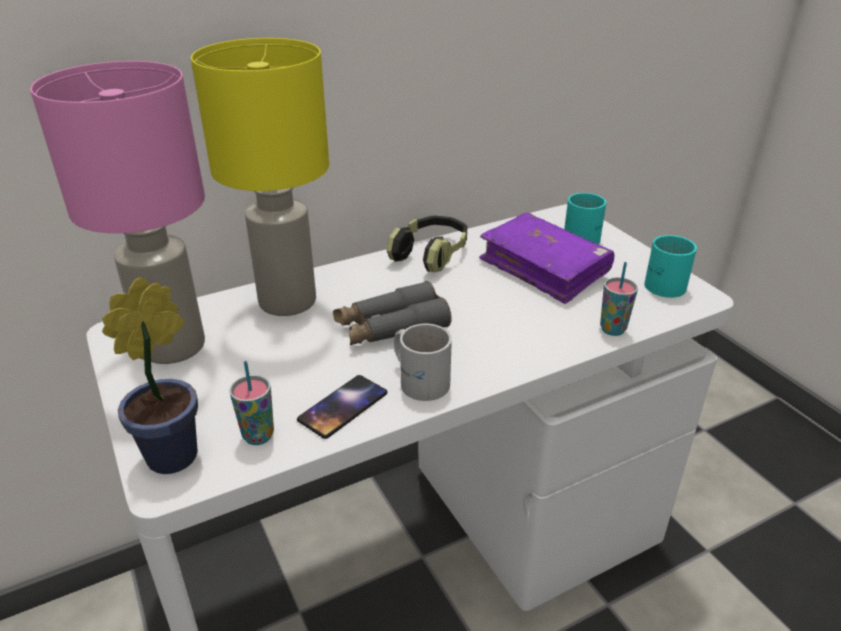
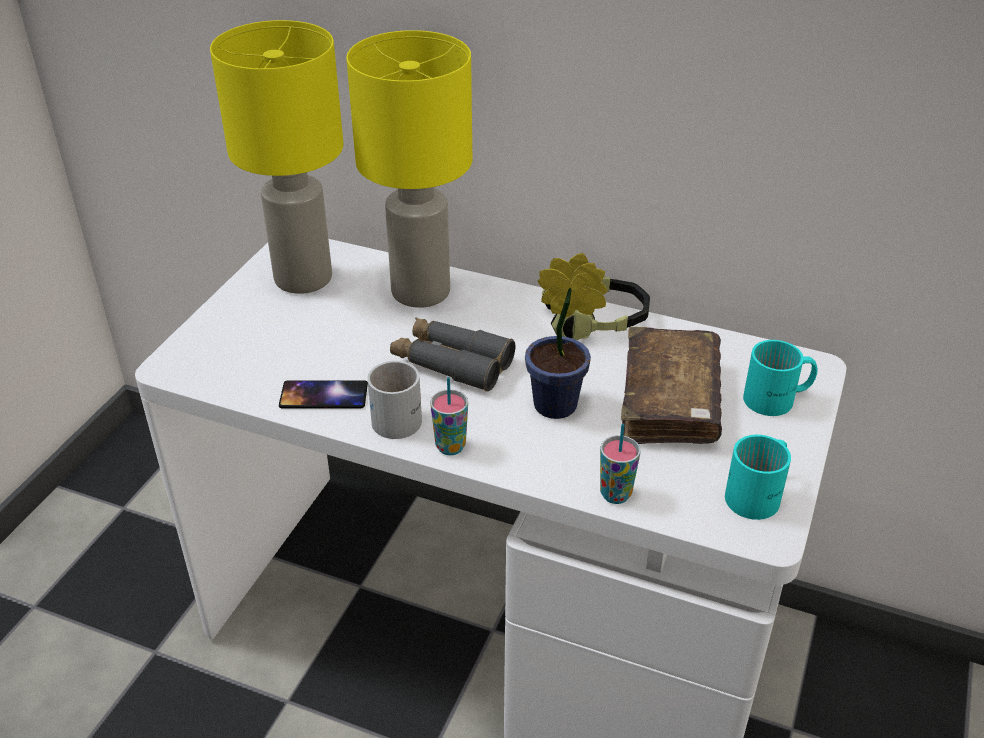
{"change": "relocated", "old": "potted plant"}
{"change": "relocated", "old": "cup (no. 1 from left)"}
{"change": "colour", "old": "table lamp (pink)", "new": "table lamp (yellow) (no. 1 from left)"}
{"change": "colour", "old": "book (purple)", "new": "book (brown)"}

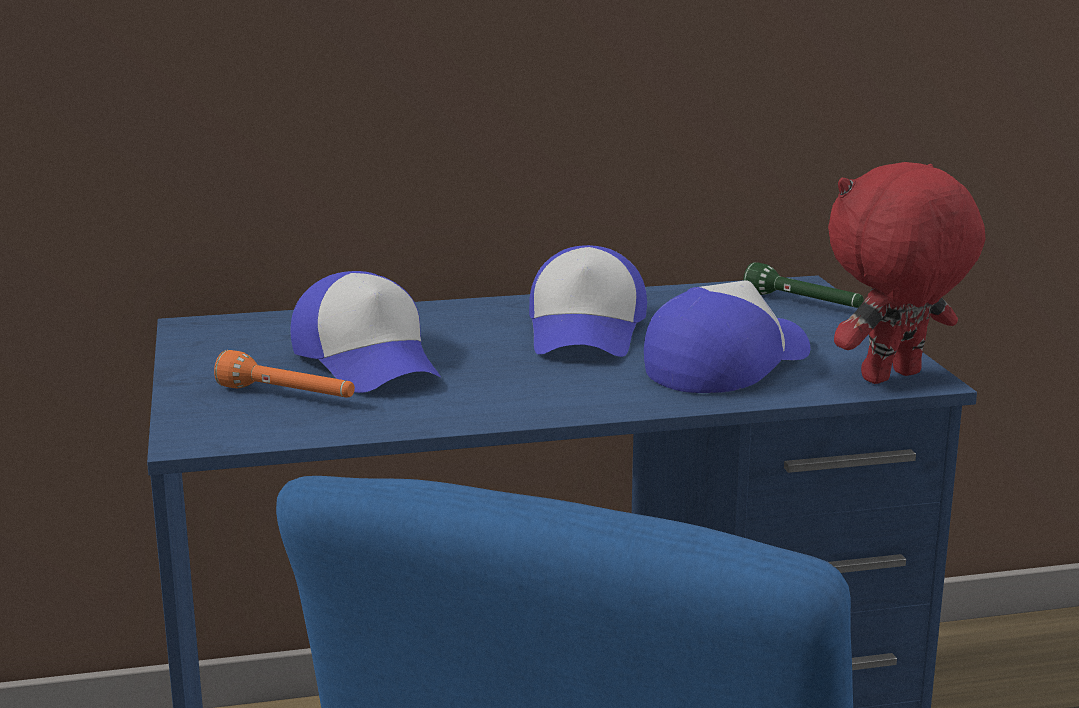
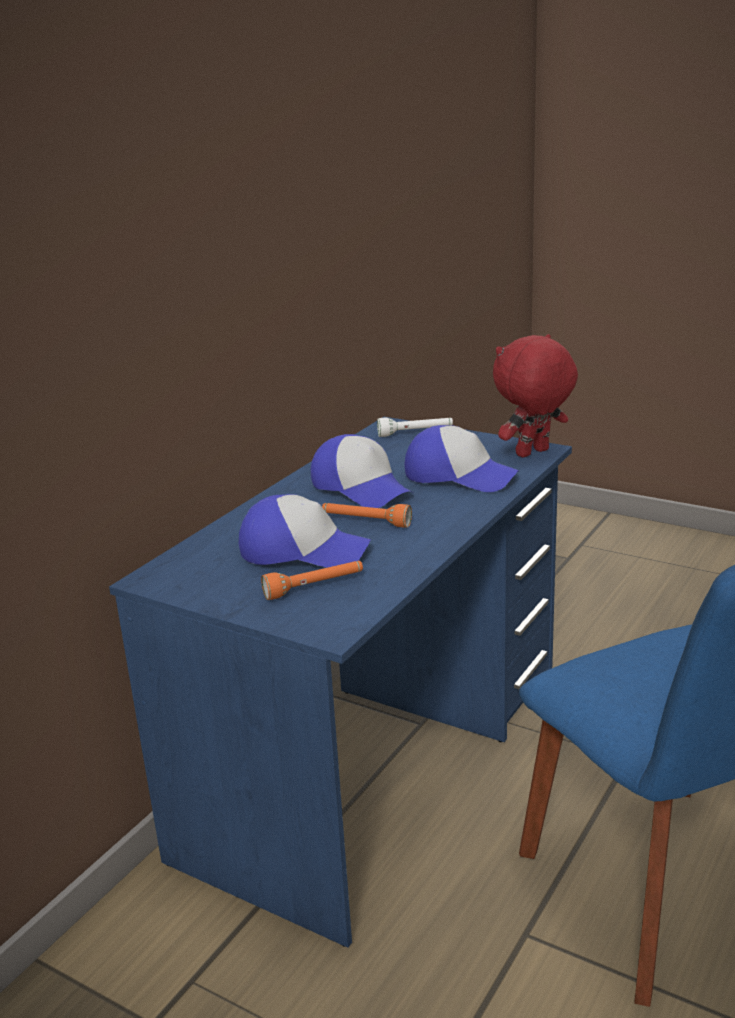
{"change": "appeared", "new": "flashlight (orange) (no. 2 from left)"}
{"change": "colour", "old": "flashlight (green)", "new": "flashlight (white)"}
{"change": "spun", "old": "cap (no. 3 from left)", "degrees": 120}
{"change": "spun", "old": "plush toy (red)", "degrees": 45}

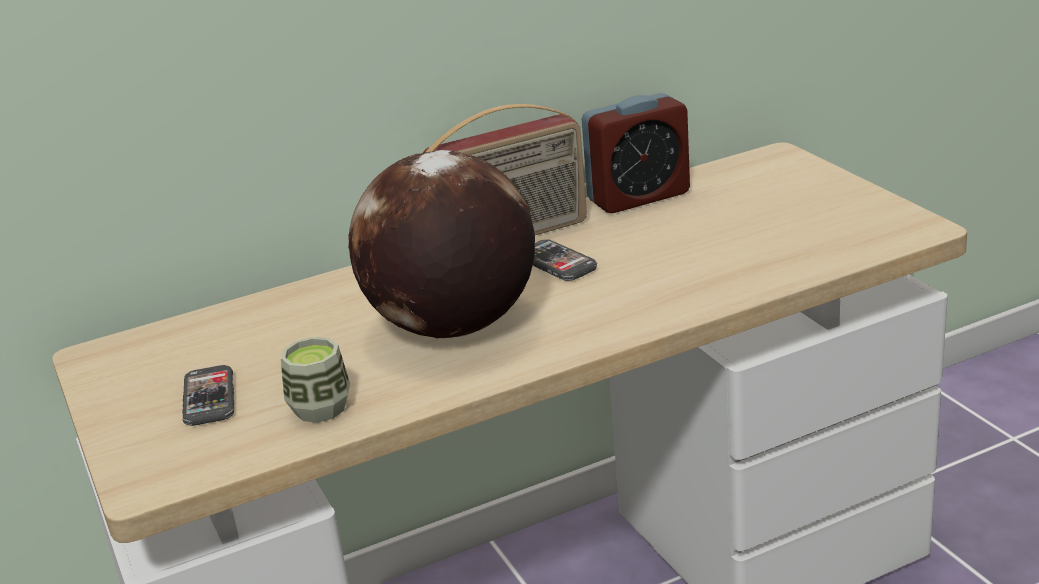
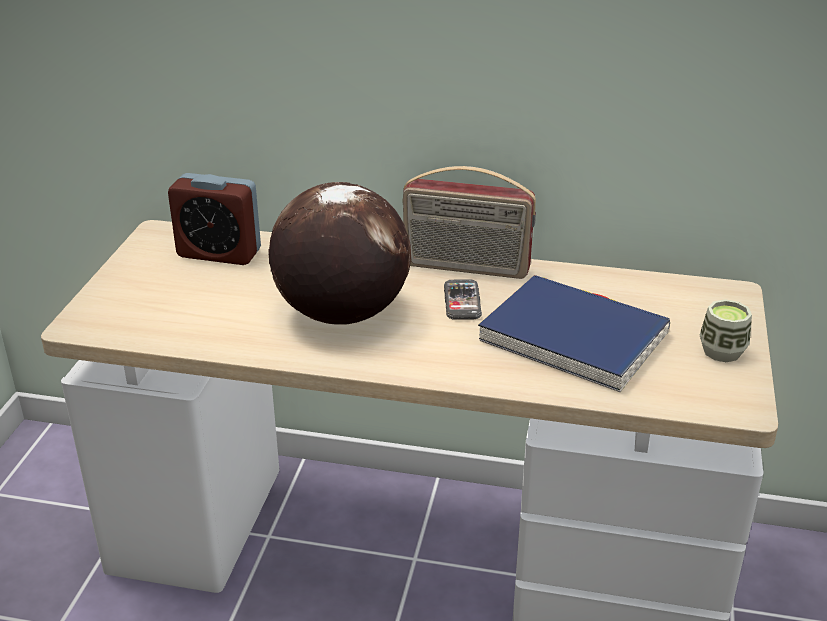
{"change": "missing", "old": "phone (no. 1 from left)"}
{"change": "appeared", "new": "book (blue)"}
{"change": "relocated", "old": "cup"}
{"change": "relocated", "old": "alarm clock"}

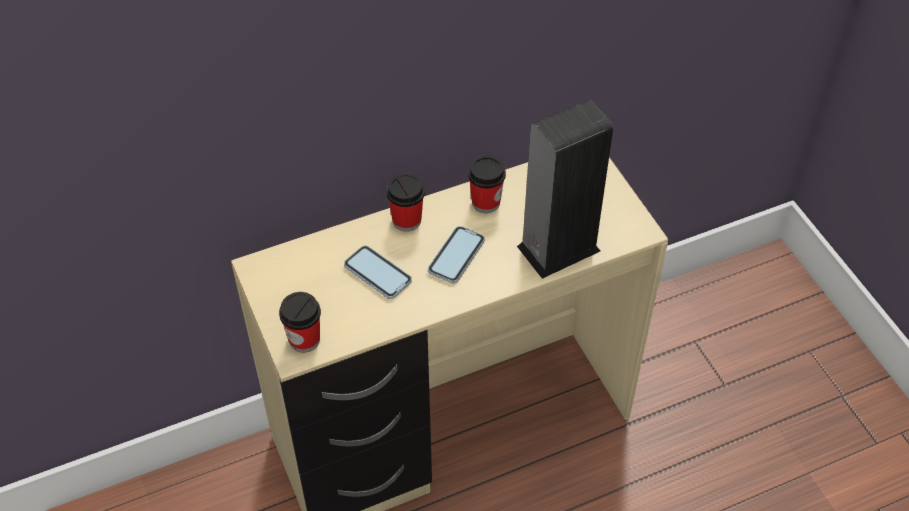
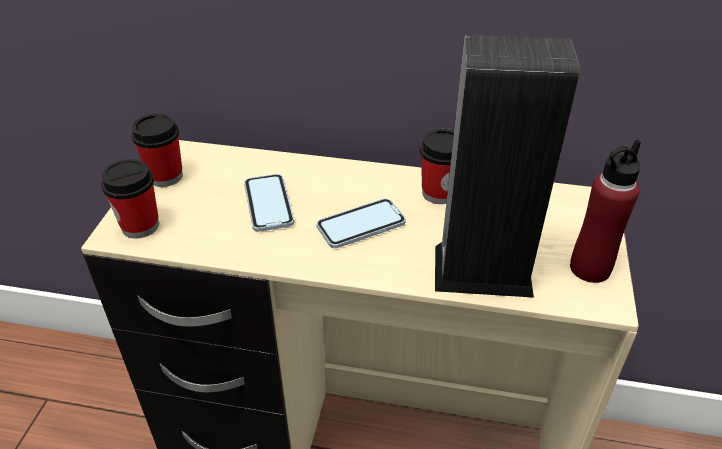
{"change": "appeared", "new": "bottle (red)"}
{"change": "relocated", "old": "cup (no. 2 from left)"}

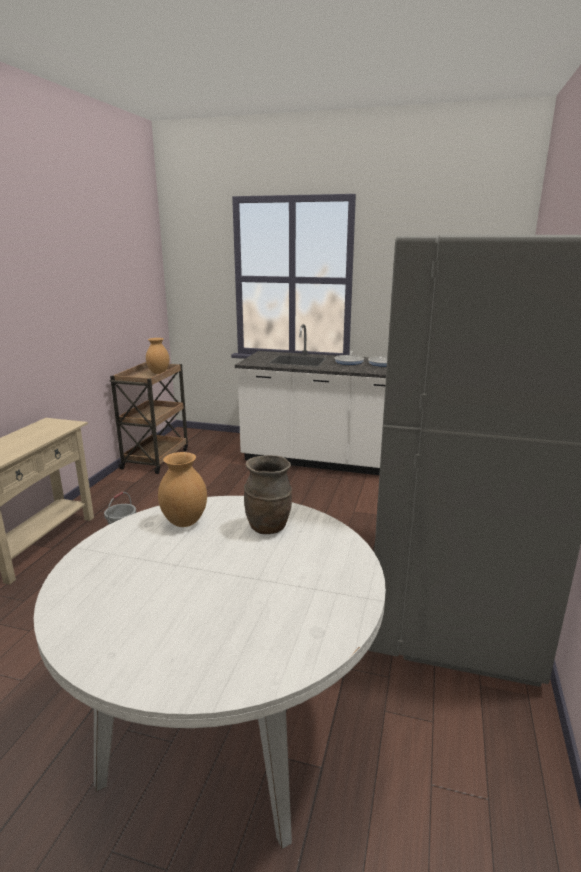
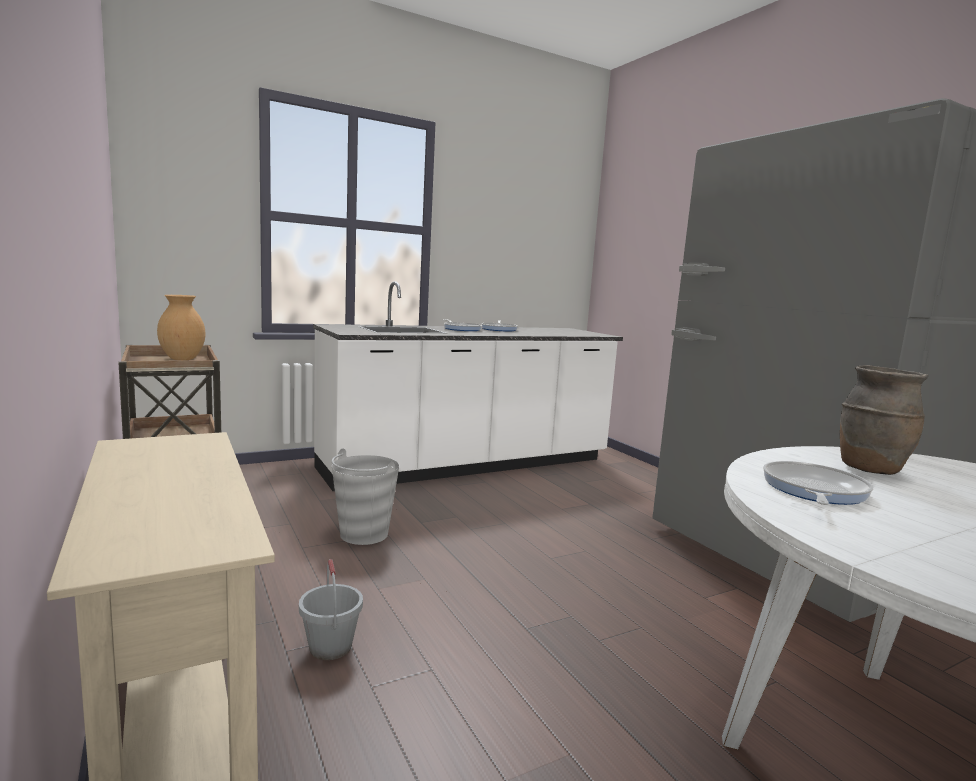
{"change": "appeared", "new": "bucket (grey) (no. 2 from left)"}
{"change": "exchanged", "old": "vase (brown) (no. 2 from left)", "new": "frying pan (no. 3 from left)"}

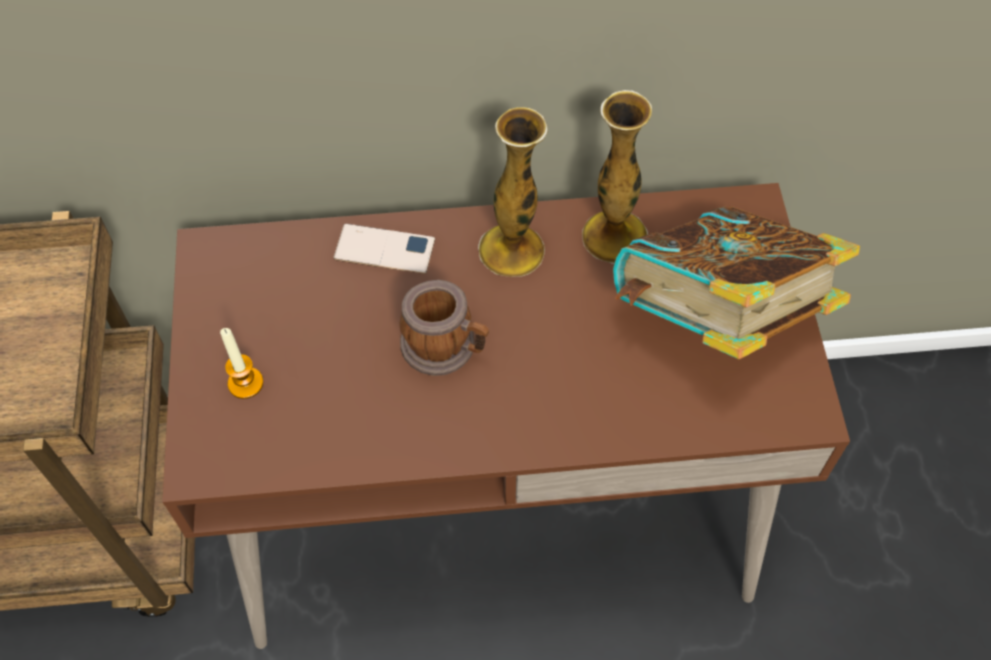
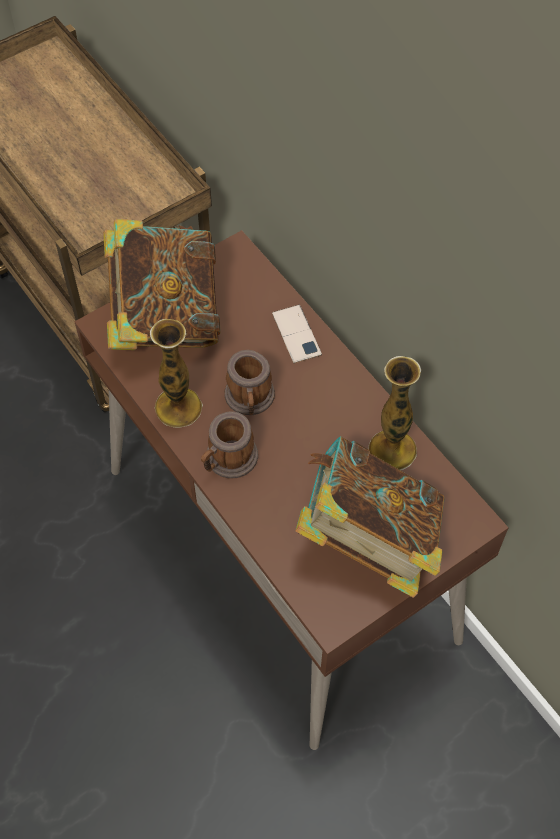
{"change": "appeared", "new": "mug (no. 1 from left)"}
{"change": "relocated", "old": "vase (no. 1 from left)"}
{"change": "exchanged", "old": "candle", "new": "book (no. 1 from left)"}

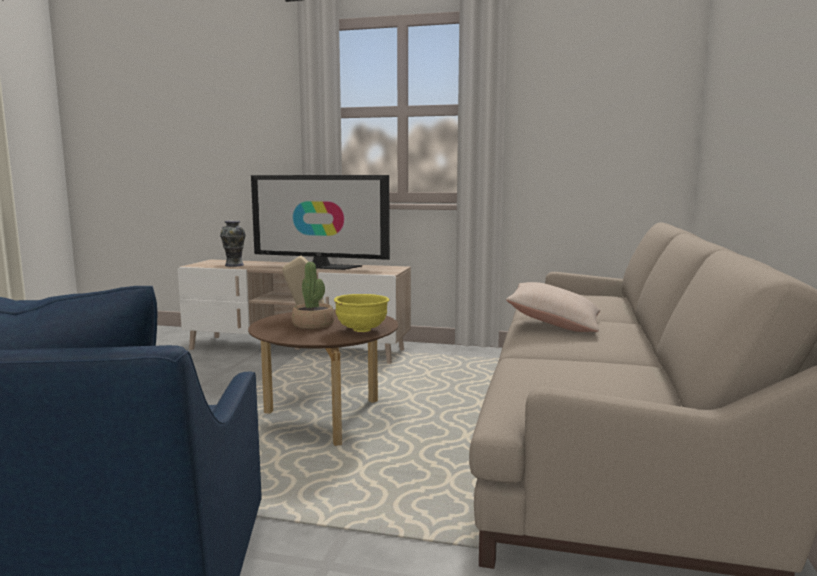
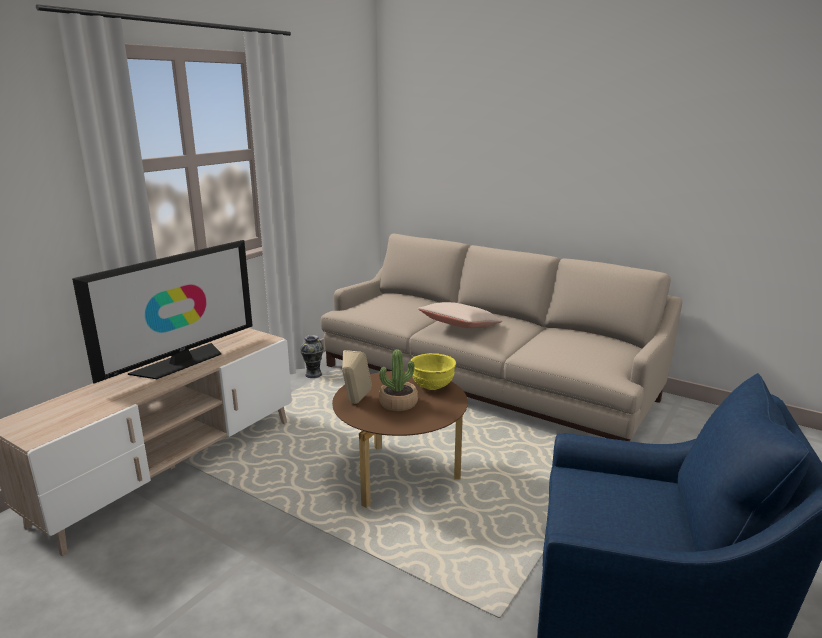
{"change": "relocated", "old": "vase"}

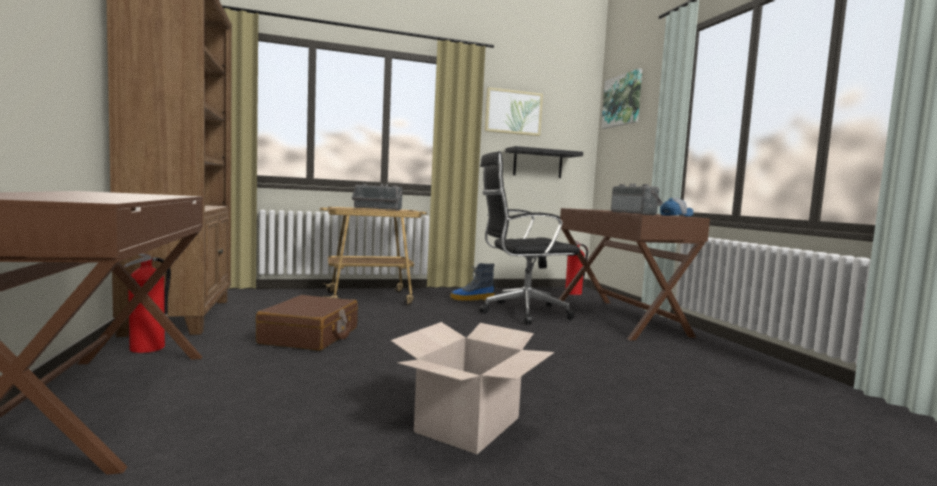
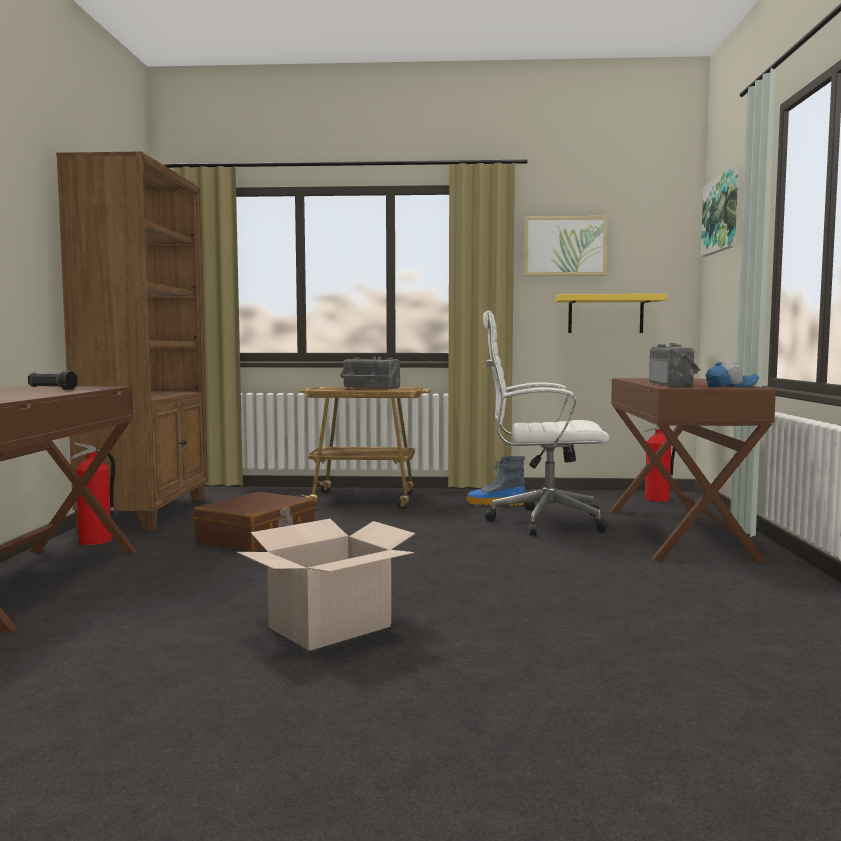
{"change": "appeared", "new": "flashlight (black)"}
{"change": "colour", "old": "office chair (black)", "new": "office chair (white)"}
{"change": "colour", "old": "shelf (black)", "new": "shelf (yellow)"}

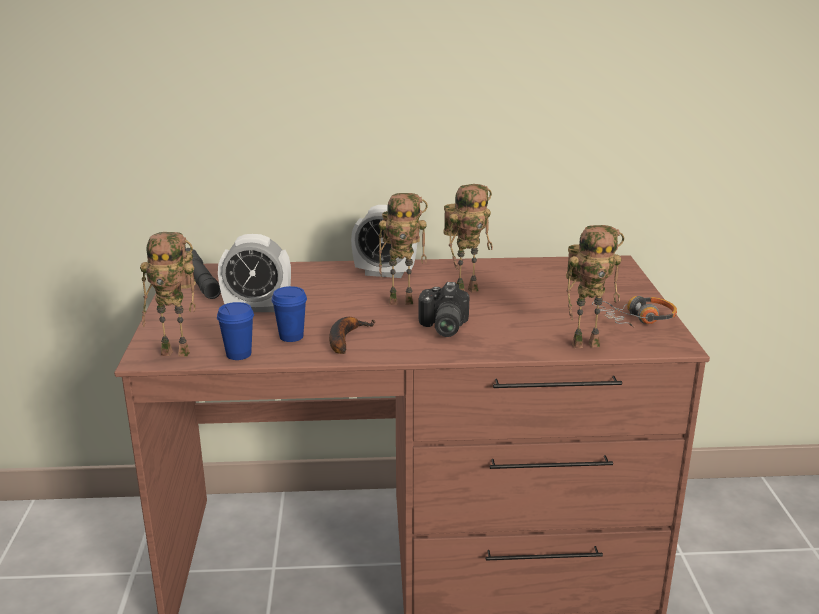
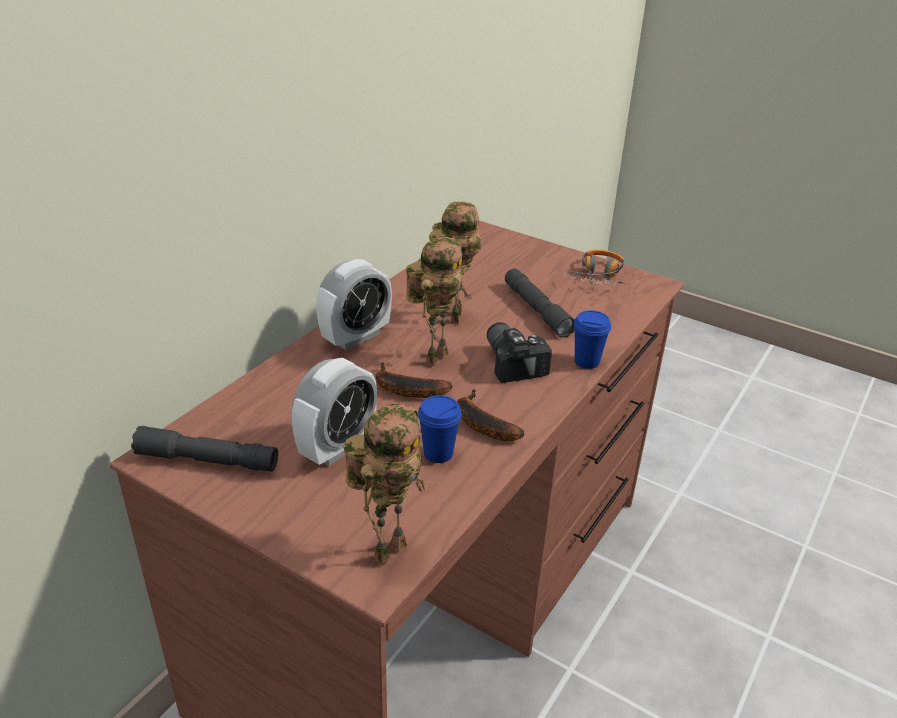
{"change": "missing", "old": "toy robot (no. 4 from left)"}
{"change": "appeared", "new": "banana (no. 1 from left)"}
{"change": "appeared", "new": "flashlight (grey) (no. 2 from left)"}
{"change": "relocated", "old": "cup (blue) (no. 1 from left in the first image)", "new": "cup (blue) (no. 2 from left)"}
{"change": "spun", "old": "photo camera", "degrees": -150}

